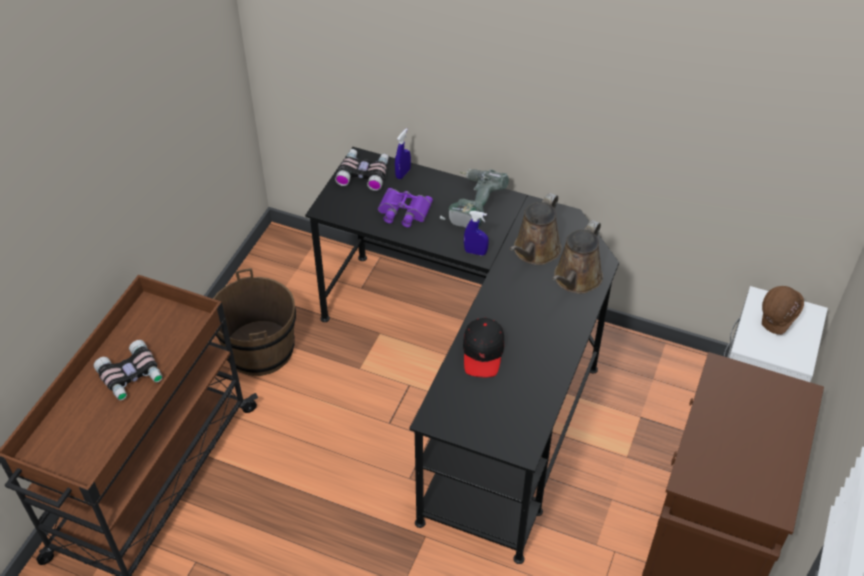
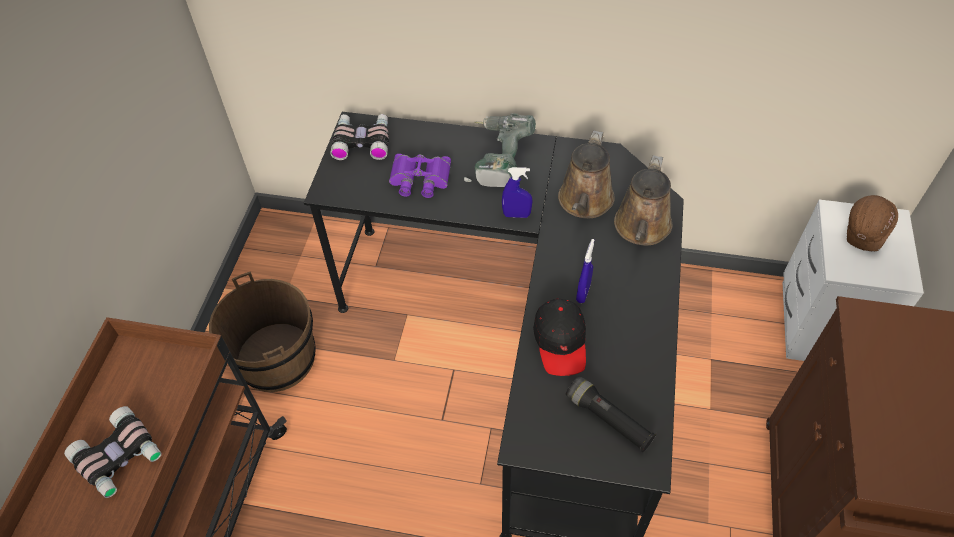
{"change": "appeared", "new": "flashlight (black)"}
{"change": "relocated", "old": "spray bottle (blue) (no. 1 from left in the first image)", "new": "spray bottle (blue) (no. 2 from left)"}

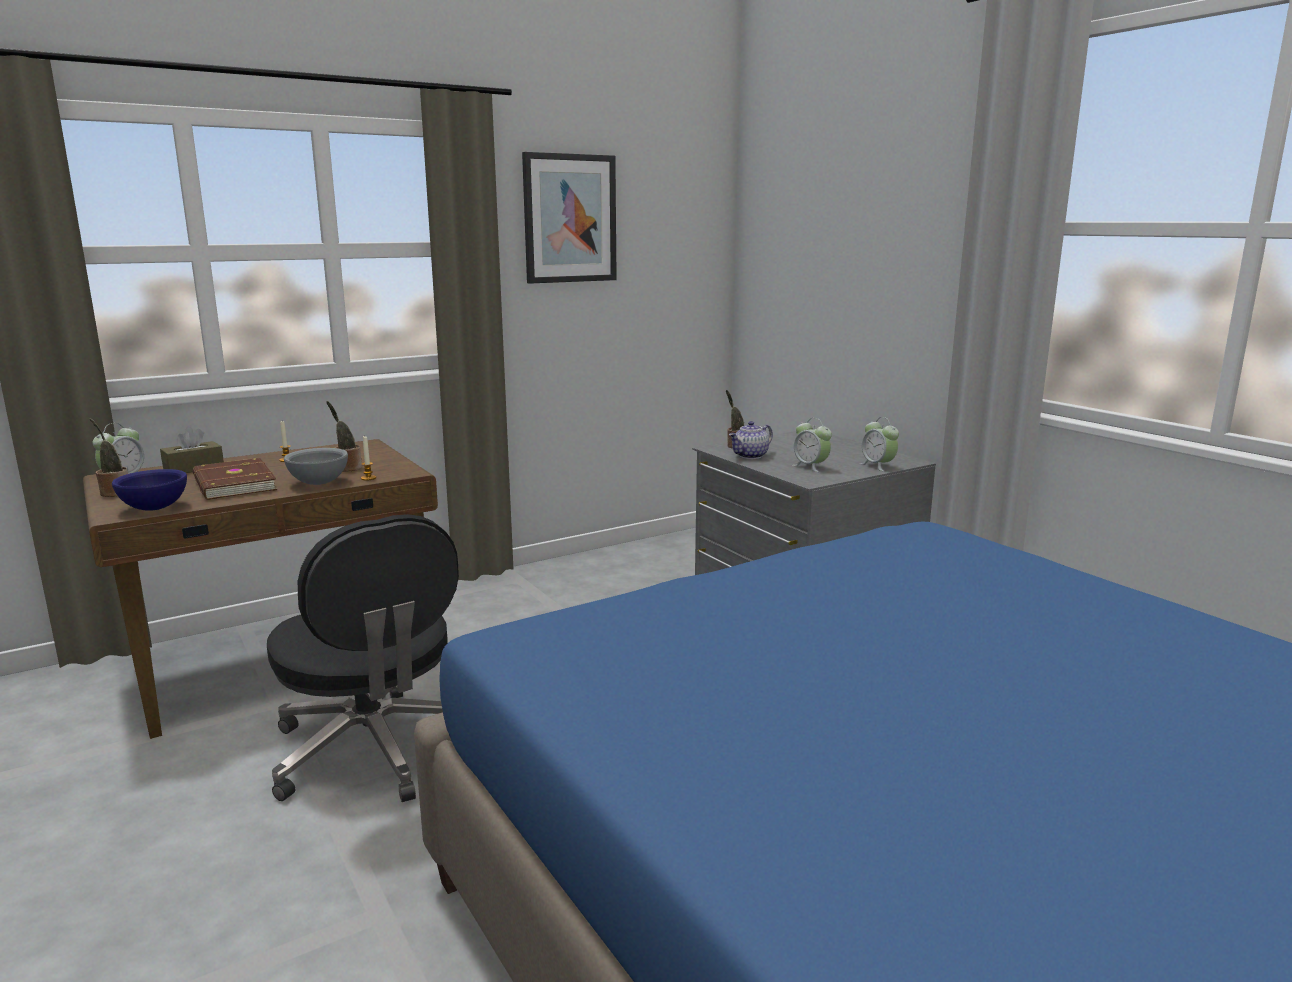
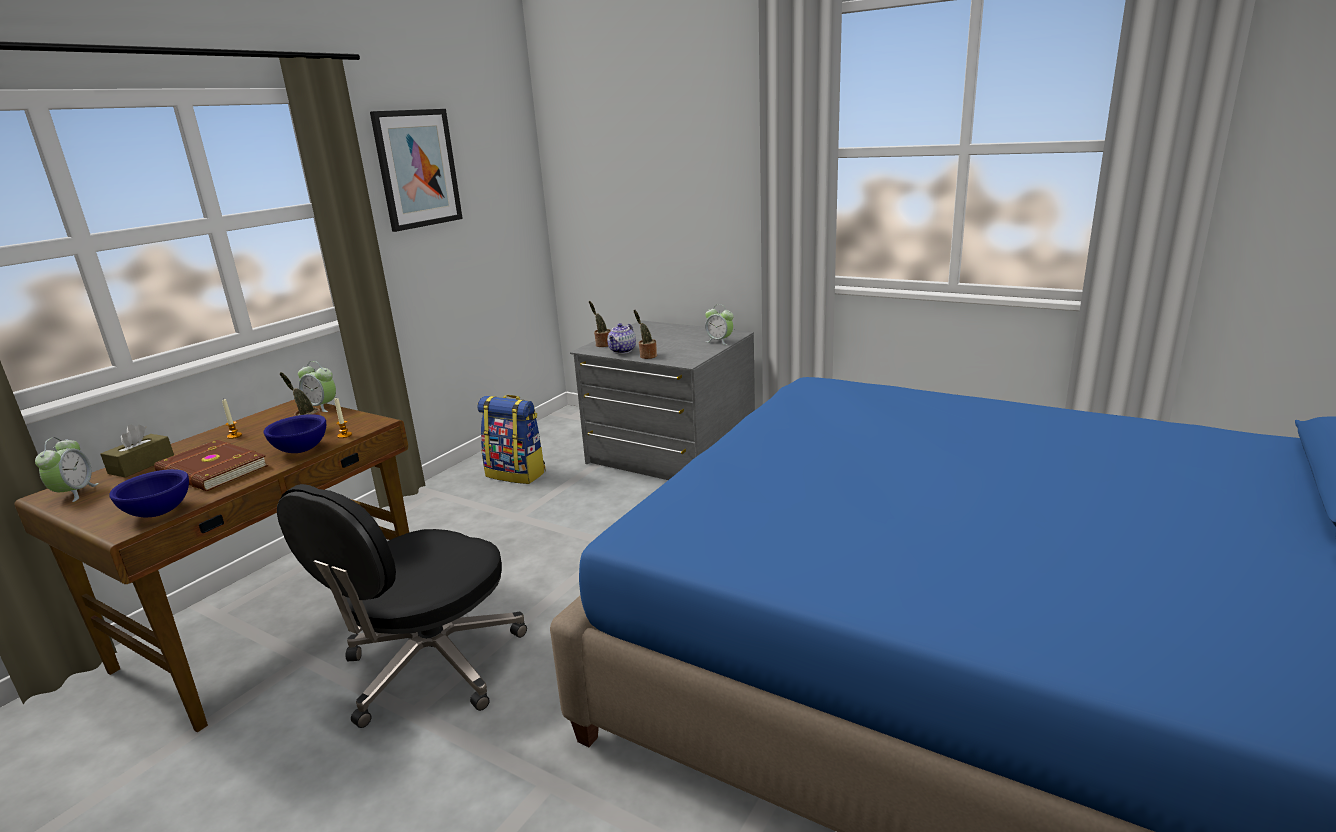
{"change": "appeared", "new": "backpack"}
{"change": "relocated", "old": "potted plant (no. 1 from left in the first image)", "new": "potted plant (no. 3 from left)"}
{"change": "relocated", "old": "alarm clock (no. 2 from left)"}
{"change": "colour", "old": "bowl (grey)", "new": "bowl (blue) (no. 2 from left)"}
{"change": "spun", "old": "office chair (black)", "degrees": 90}

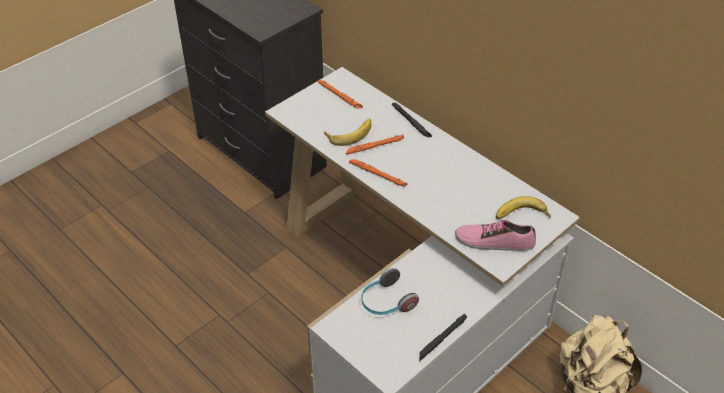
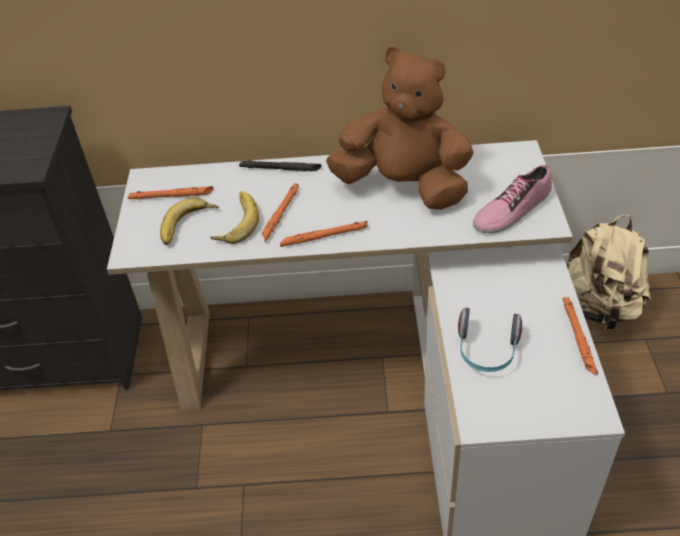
{"change": "appeared", "new": "plush toy (brown)"}
{"change": "relocated", "old": "banana (no. 2 from left in the first image)", "new": "banana (no. 1 from left)"}
{"change": "colour", "old": "flashlight (black) (no. 2 from left)", "new": "flashlight (orange) (no. 4 from left)"}

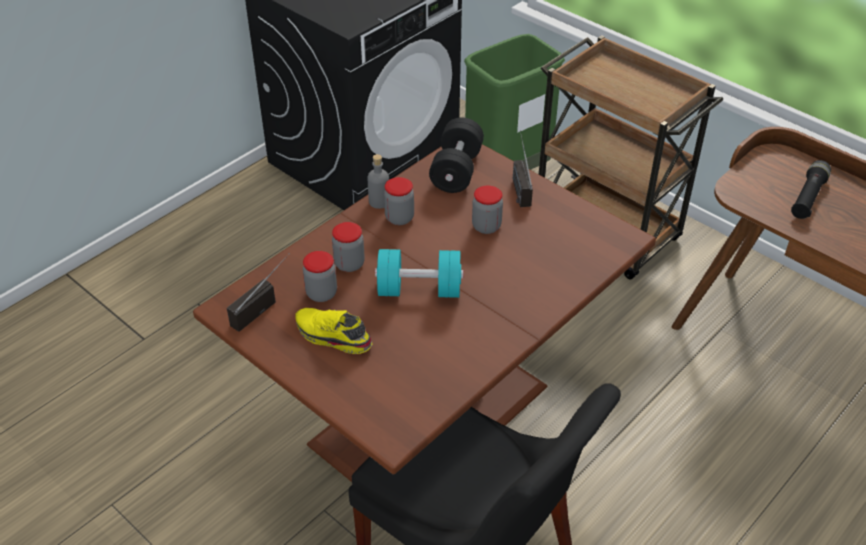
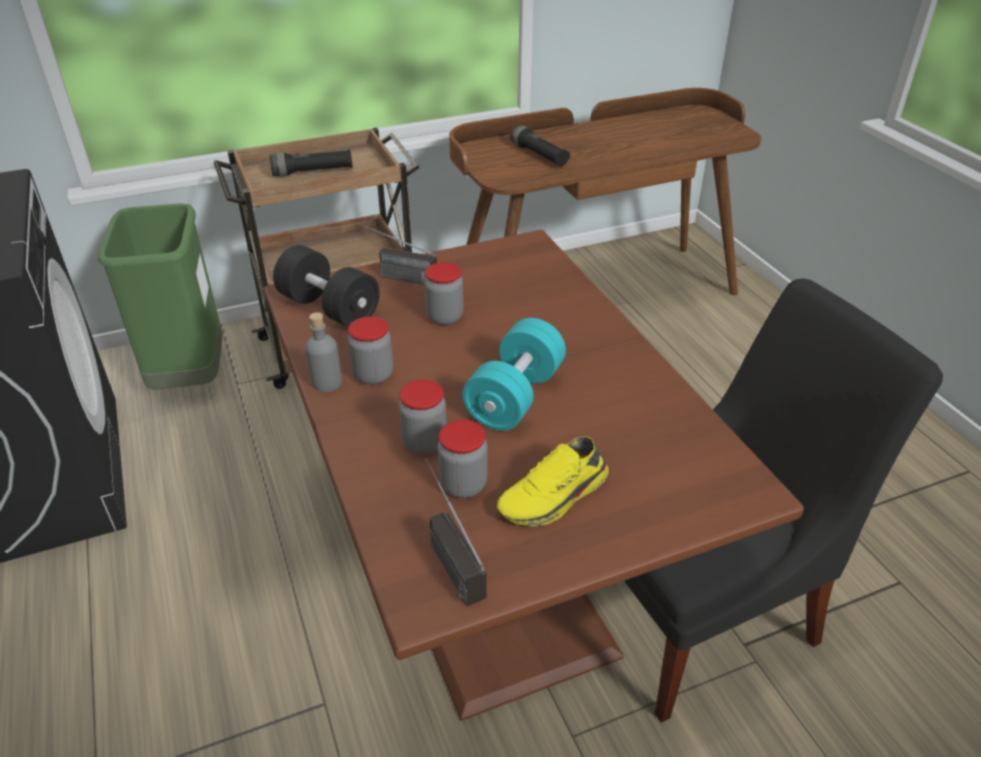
{"change": "appeared", "new": "flashlight (black) (no. 1 from left)"}

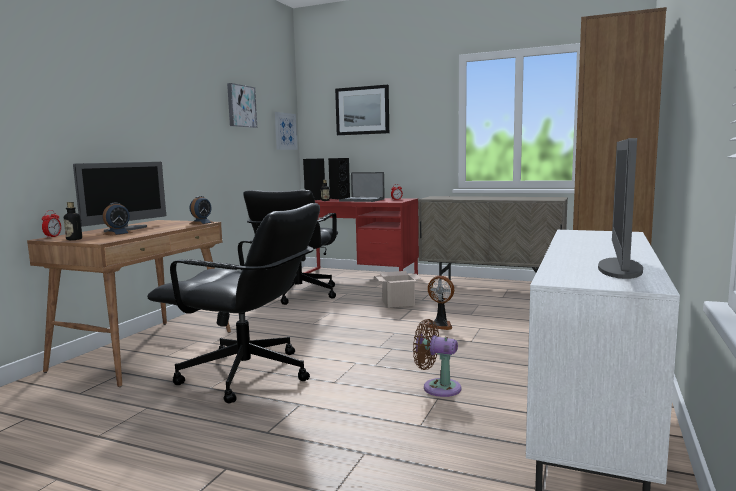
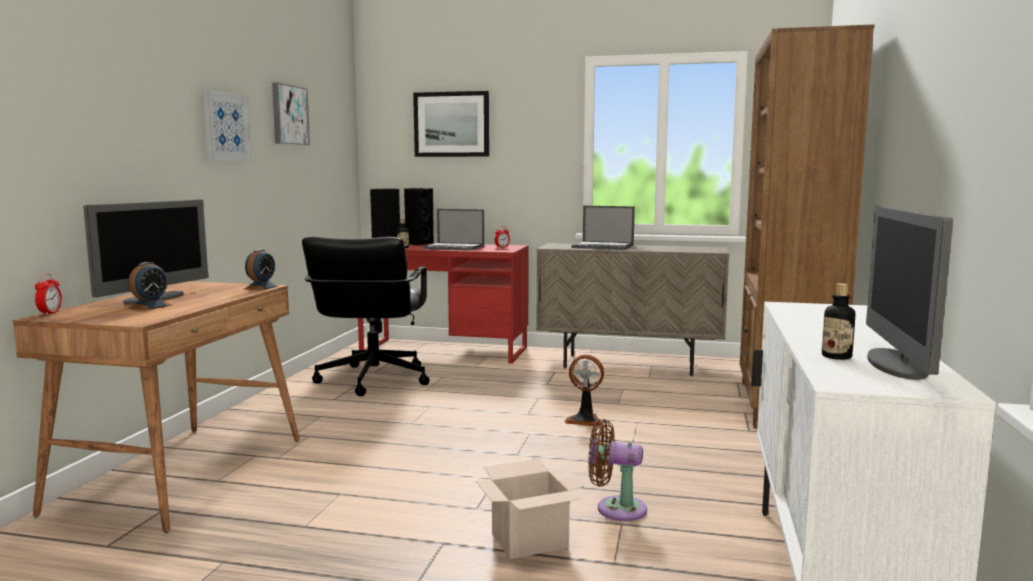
{"change": "missing", "old": "office chair (black) (no. 1 from left)"}
{"change": "appeared", "new": "laptop (no. 2 from left)"}
{"change": "relocated", "old": "bottle (no. 1 from left in the first image)", "new": "bottle (no. 2 from left)"}
{"change": "relocated", "old": "picture (no. 2 from left in the first image)", "new": "picture (no. 1 from left)"}
{"change": "relocated", "old": "cardboard box"}

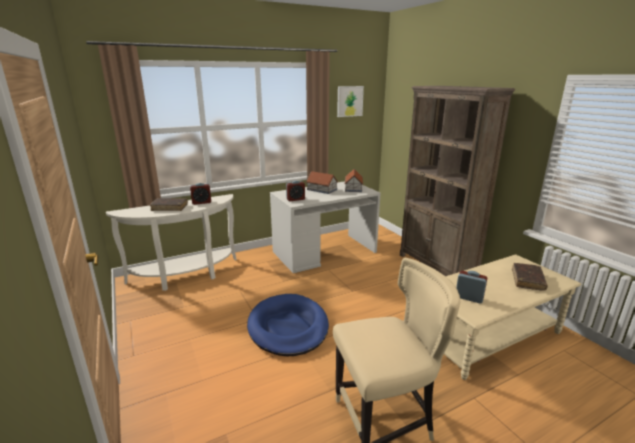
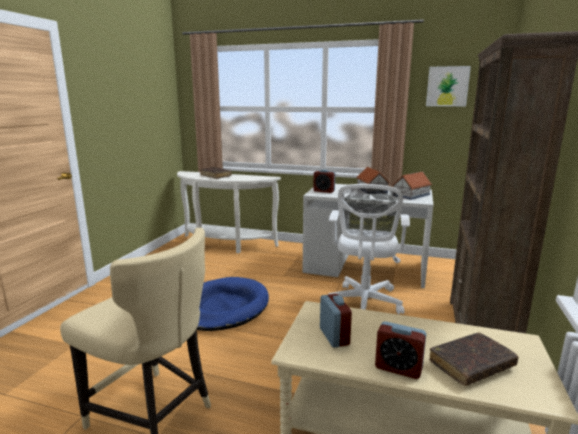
{"change": "appeared", "new": "office chair (white)"}
{"change": "relocated", "old": "alarm clock (no. 1 from left in the first image)", "new": "alarm clock (no. 3 from left)"}

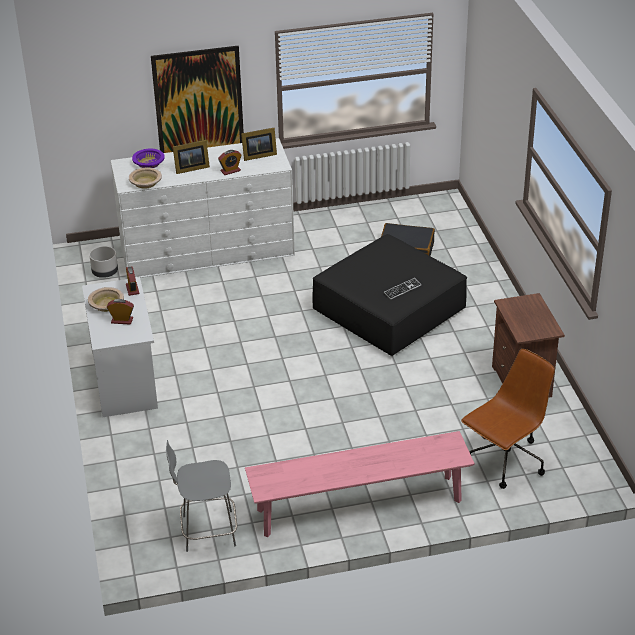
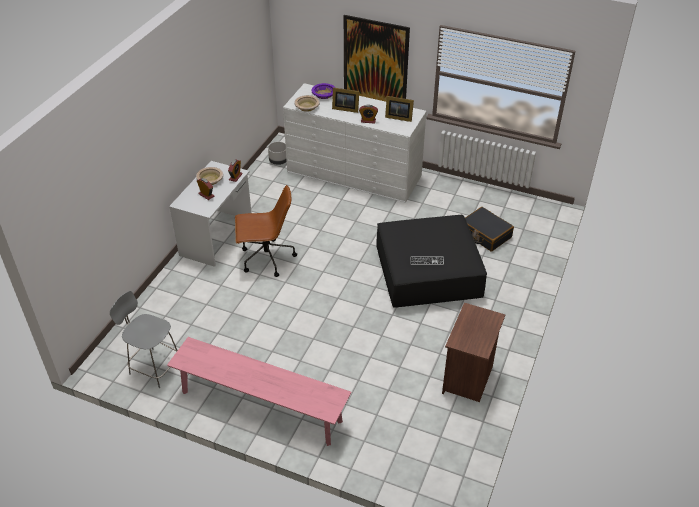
{"change": "relocated", "old": "office chair (brown)"}

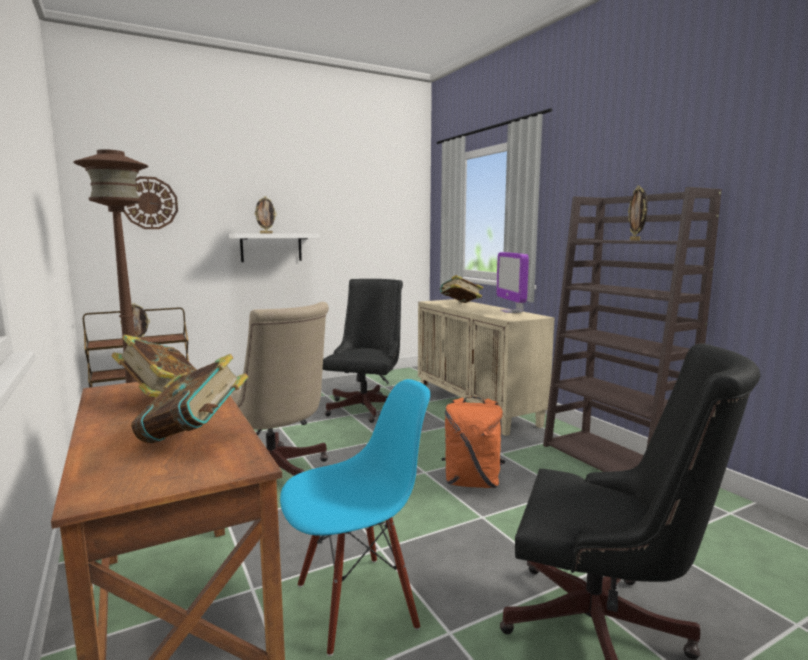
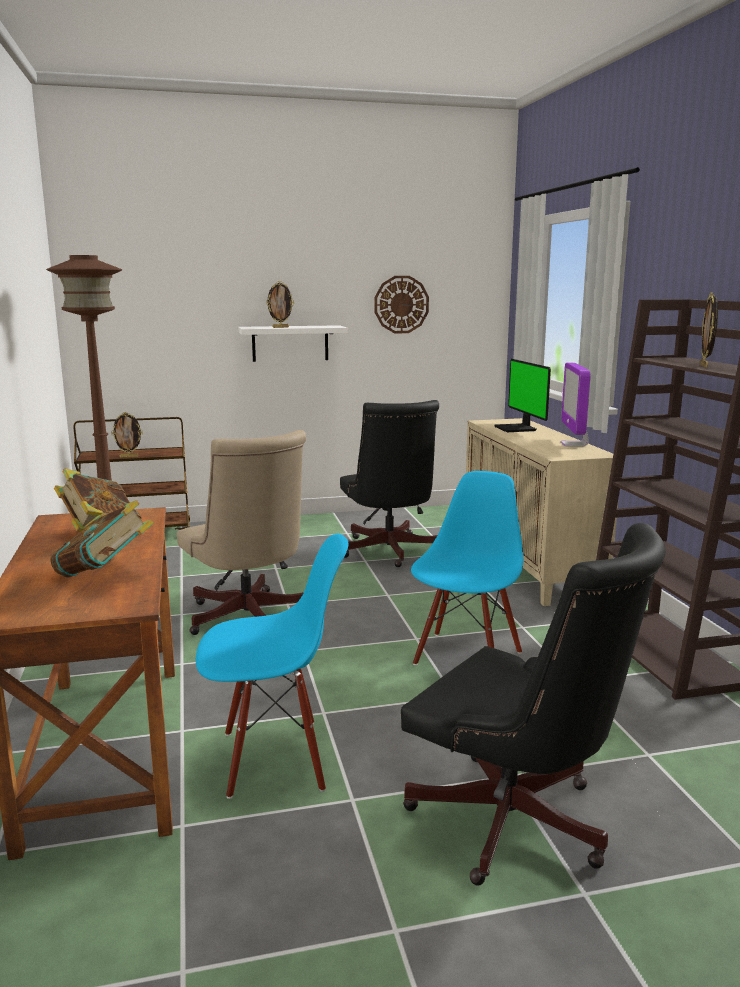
{"change": "relocated", "old": "wall clock"}
{"change": "exchanged", "old": "book (no. 3 from left)", "new": "monitor (no. 1 from left)"}
{"change": "exchanged", "old": "backpack (orange)", "new": "chair (blue) (no. 2 from left)"}
{"change": "spun", "old": "office chair (black) (no. 1 from left)", "degrees": 135}

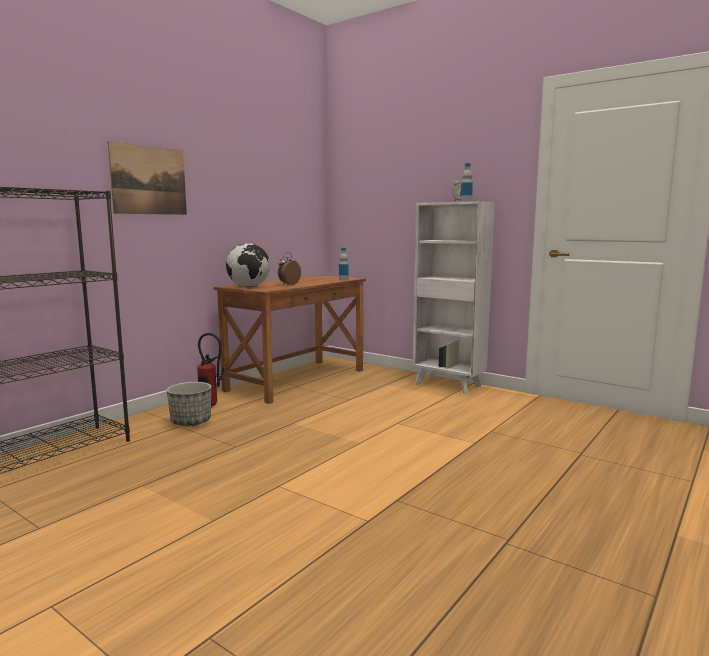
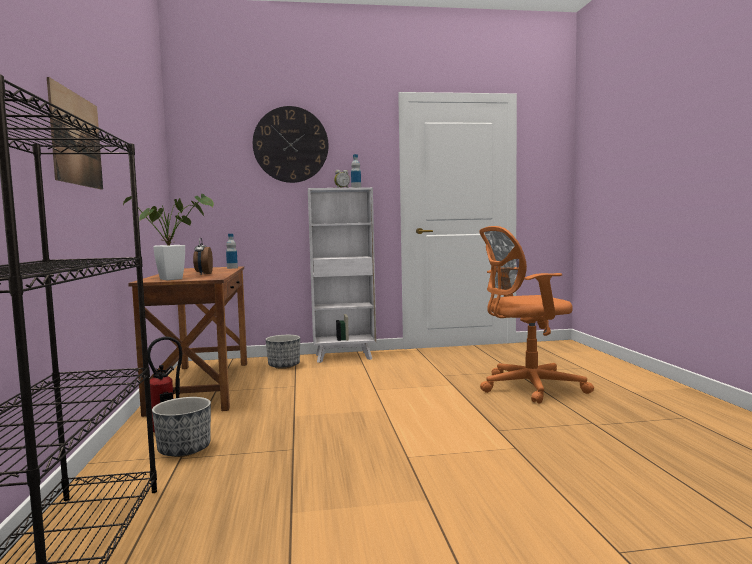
{"change": "appeared", "new": "wall clock"}
{"change": "appeared", "new": "planter (no. 2 from left)"}
{"change": "appeared", "new": "office chair (orange)"}
{"change": "exchanged", "old": "globe", "new": "potted plant"}

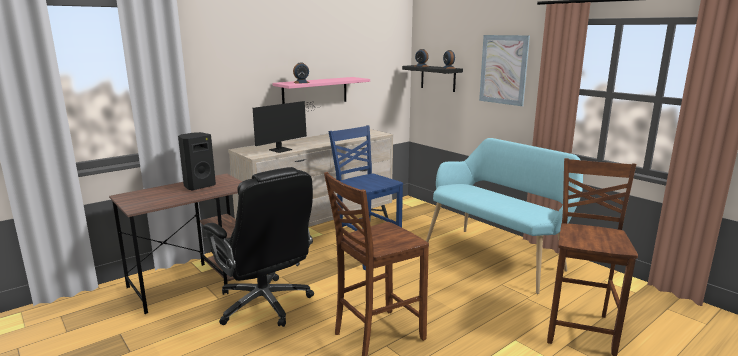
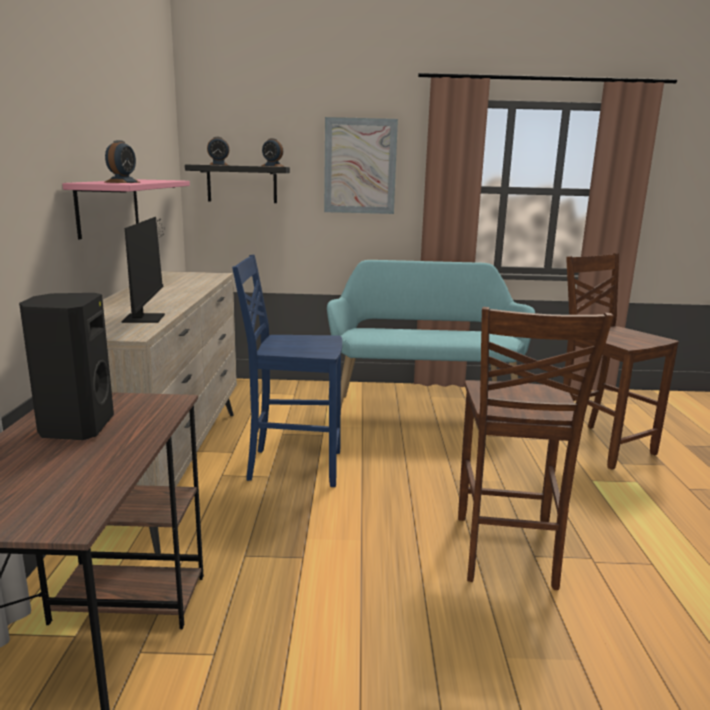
{"change": "missing", "old": "office chair (black)"}

